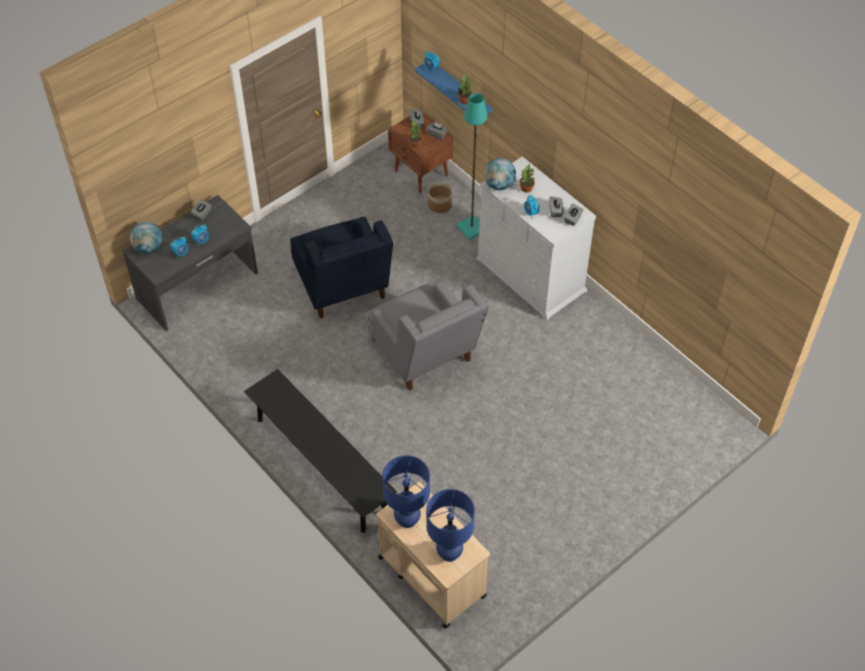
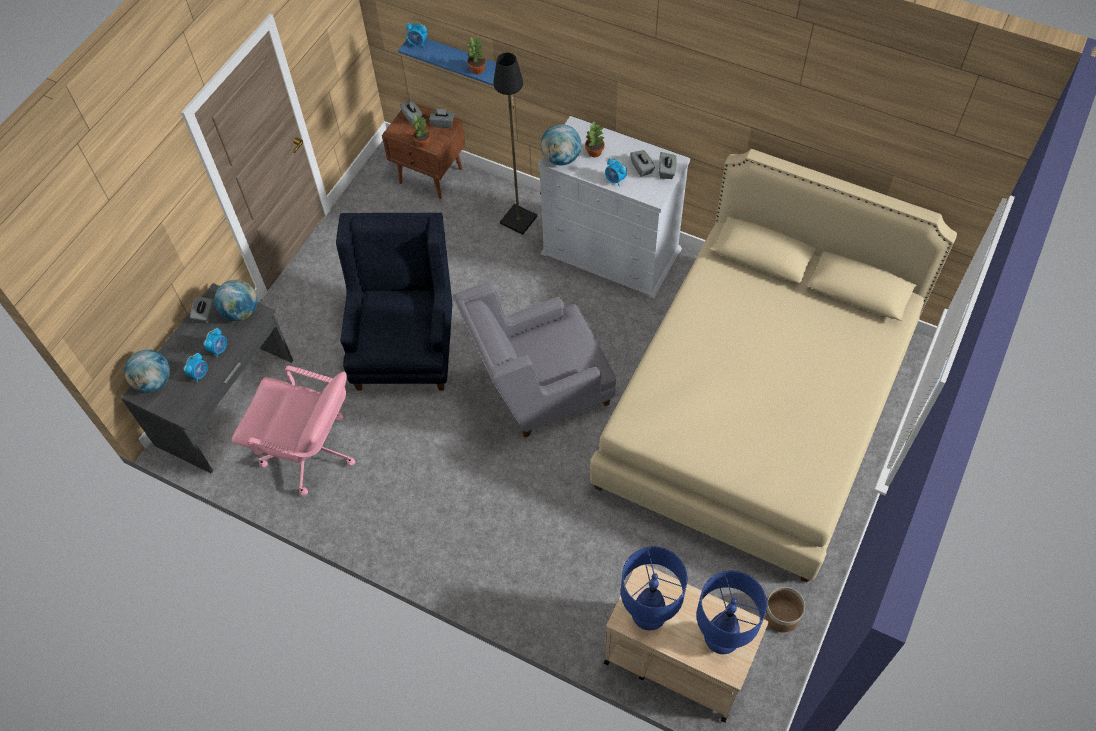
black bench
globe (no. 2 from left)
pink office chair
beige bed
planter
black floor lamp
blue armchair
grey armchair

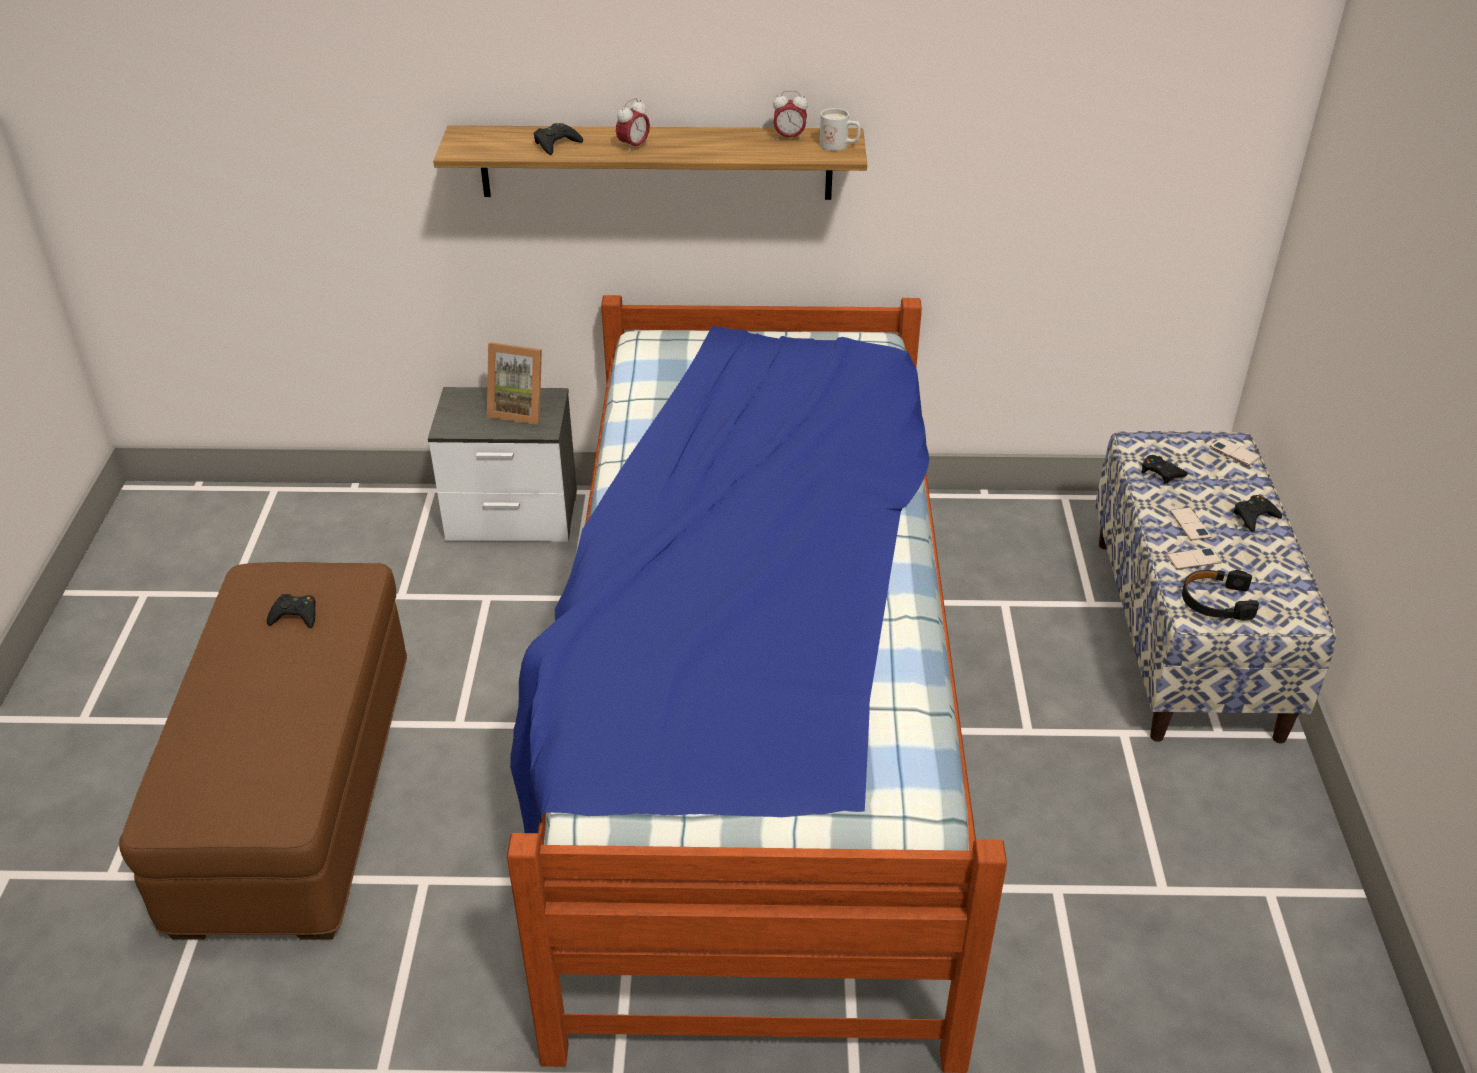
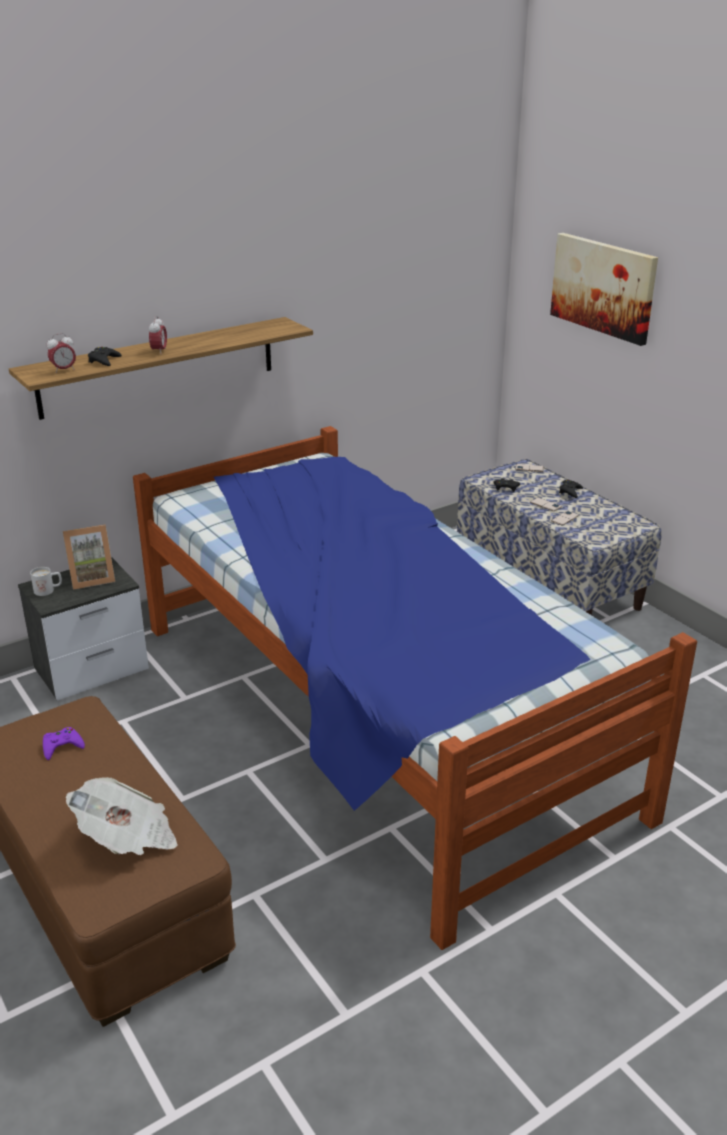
black headphones
newspaper
picture
alarm clock (no. 1 from left)
white mug
purple game controller

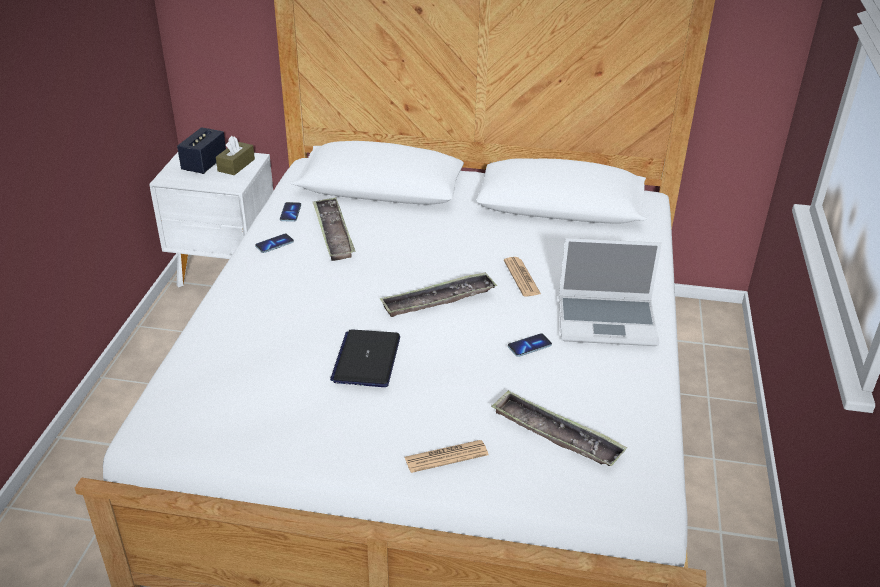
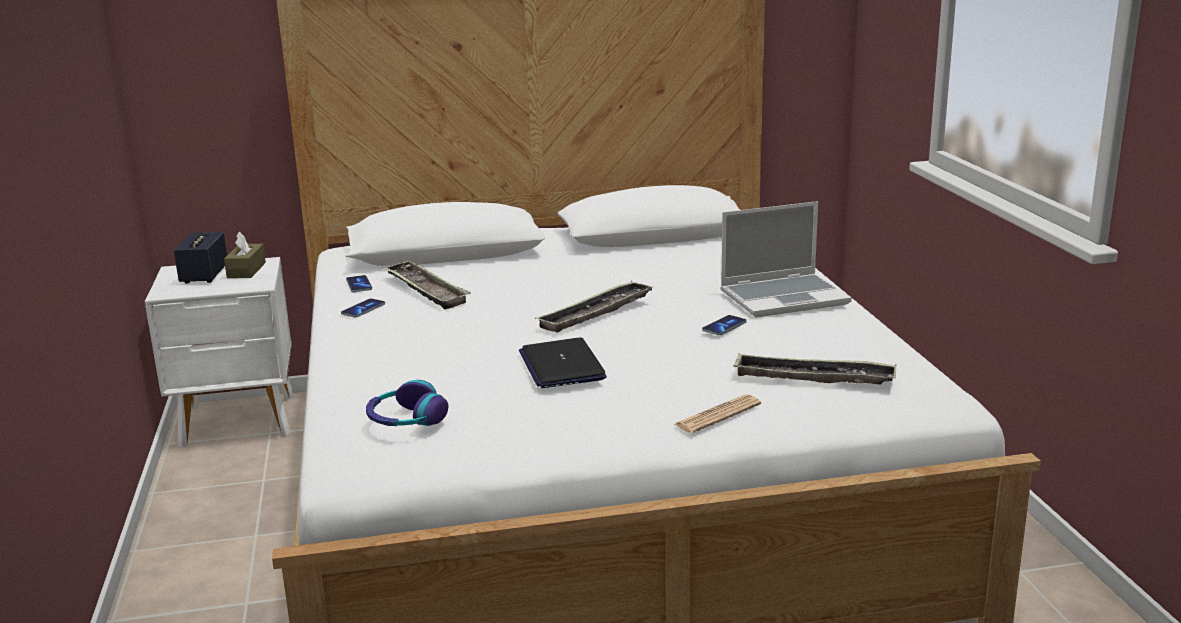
newspaper (no. 2 from left in the first image)
headphones

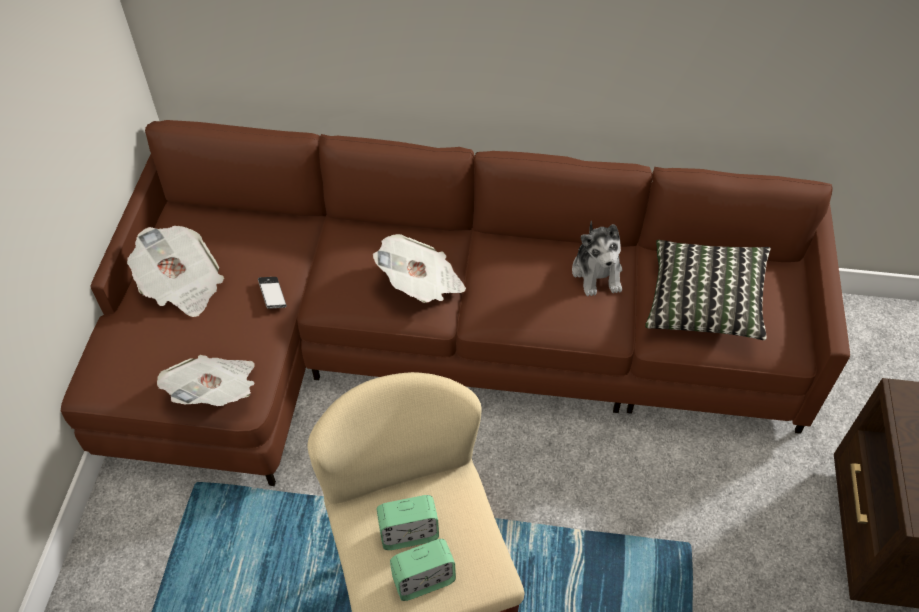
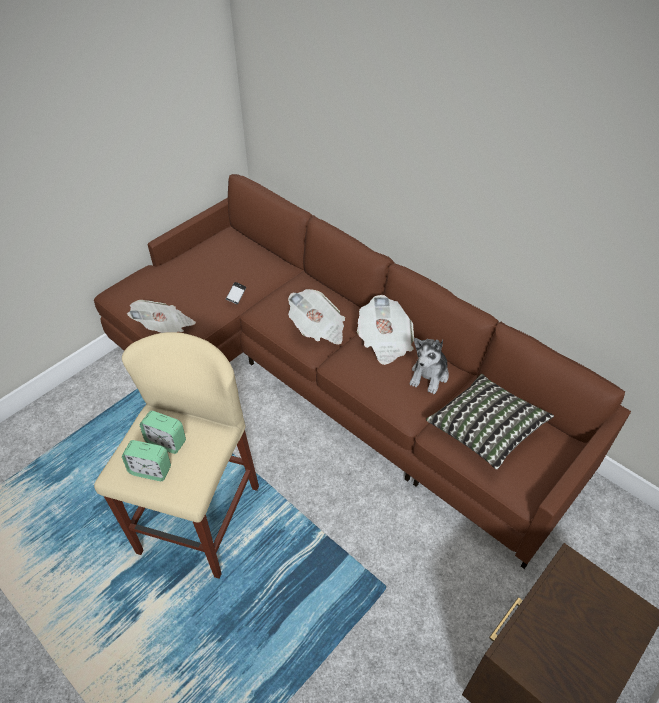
newspaper (no. 3 from left)

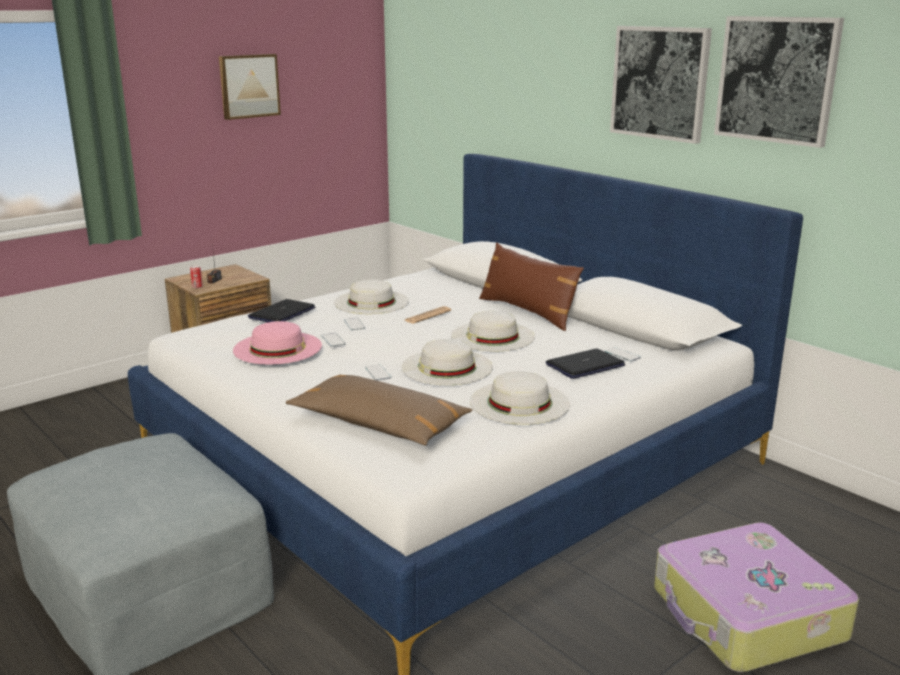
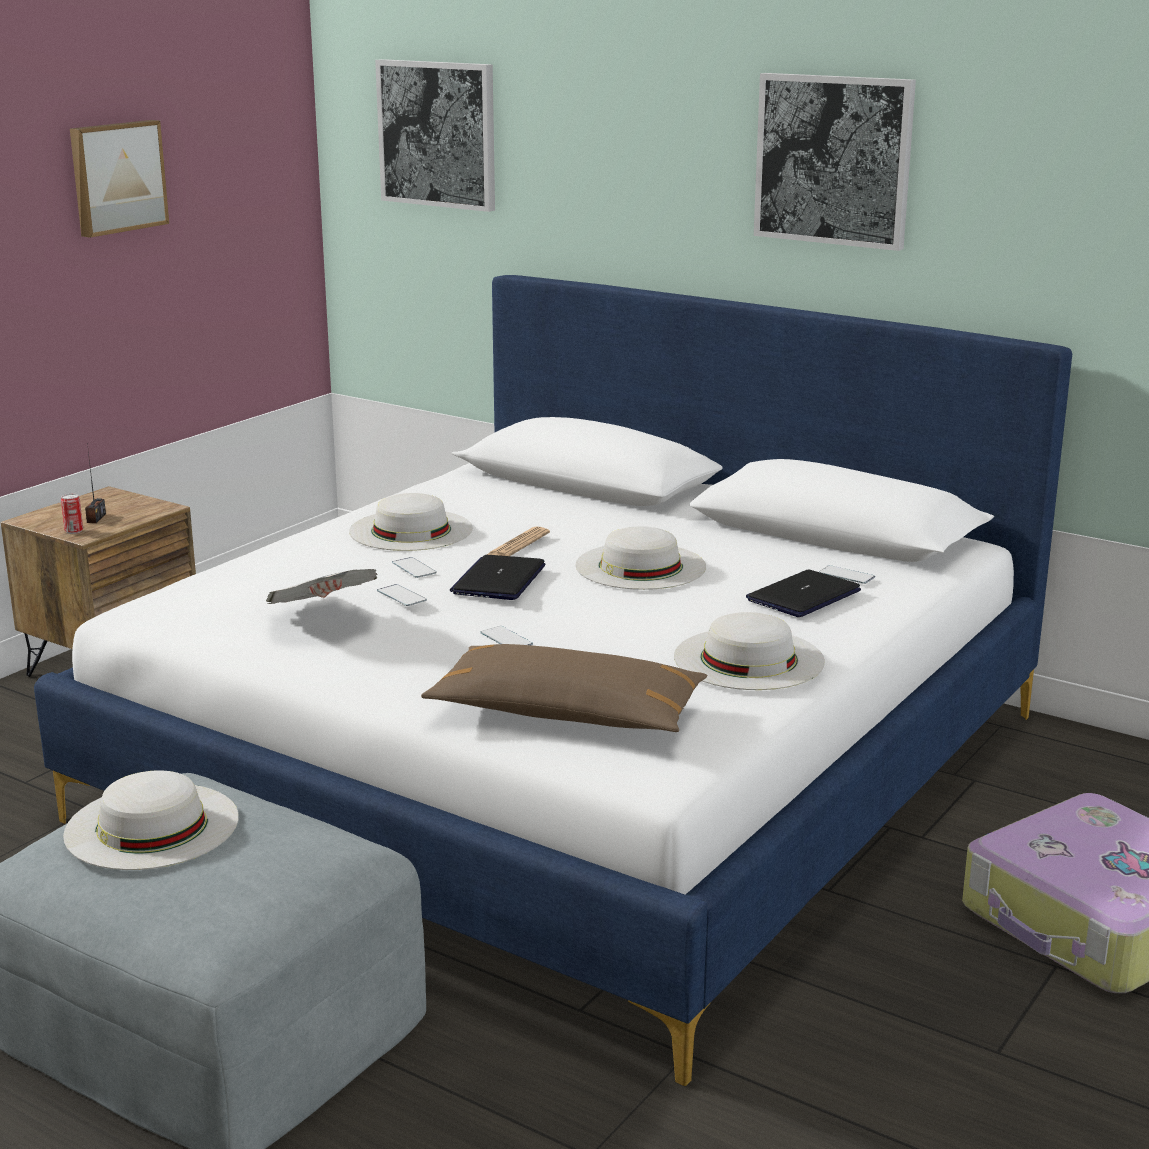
brown pillow (no. 2 from left in the first image)
laptop (no. 1 from left)
white hat (no. 1 from left)
picture (no. 2 from left)
newspaper (no. 1 from left)

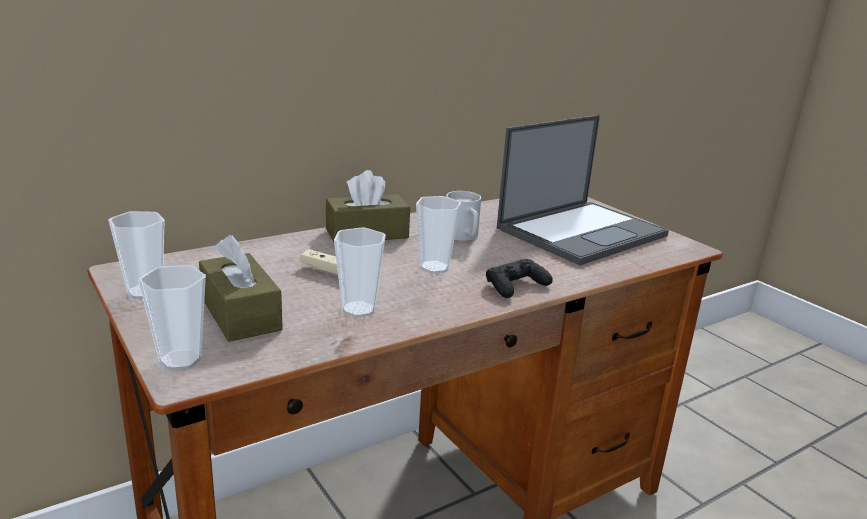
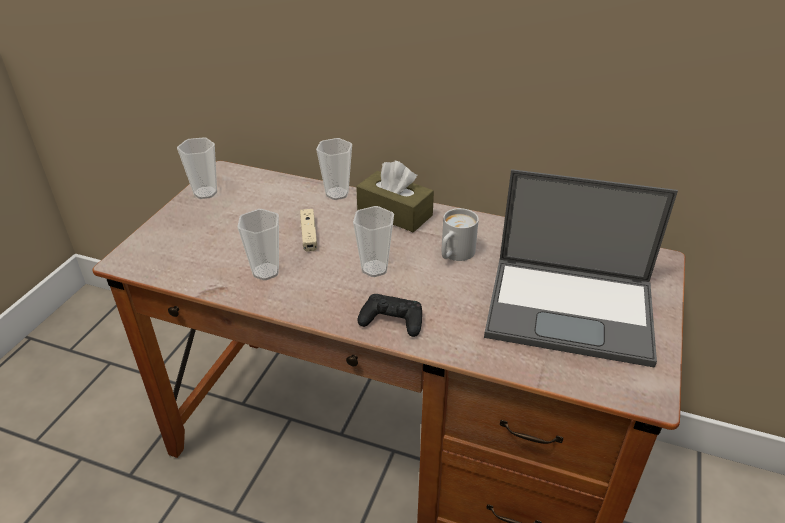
brown tissue box (no. 1 from left in the first image)
cup (no. 3 from left)

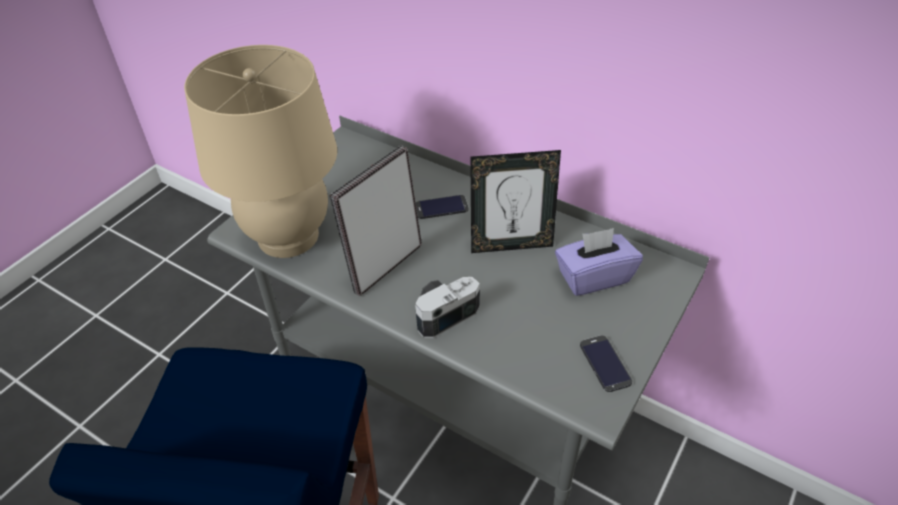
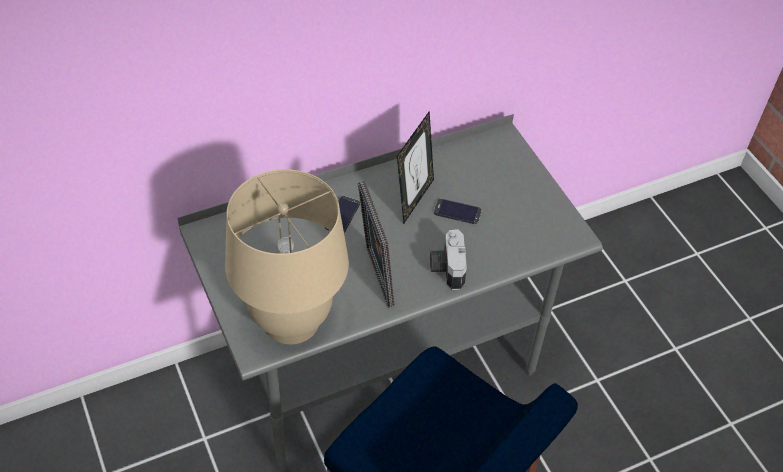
purple tissue box
phone (no. 2 from left)

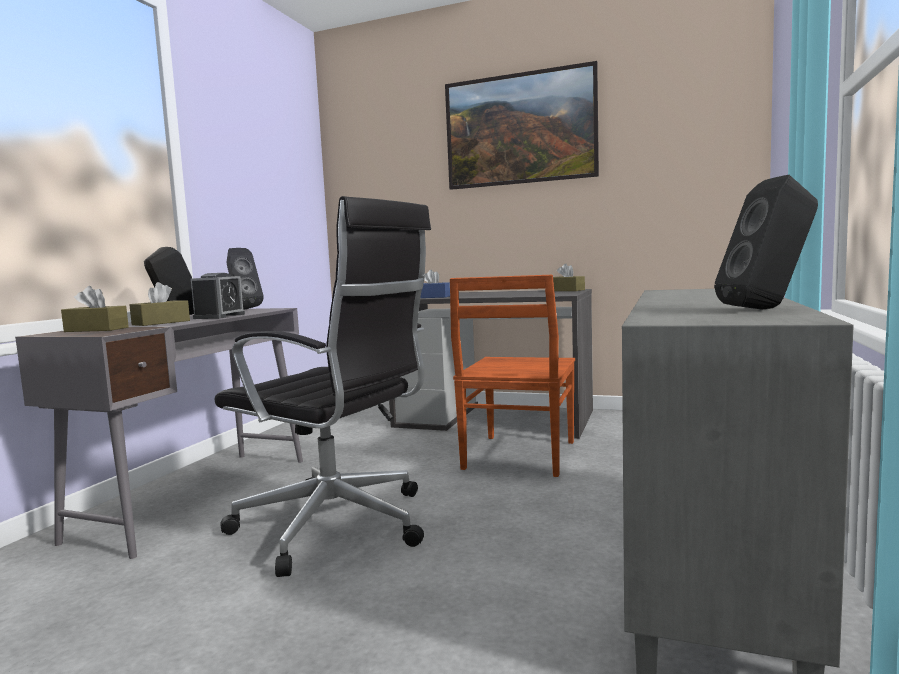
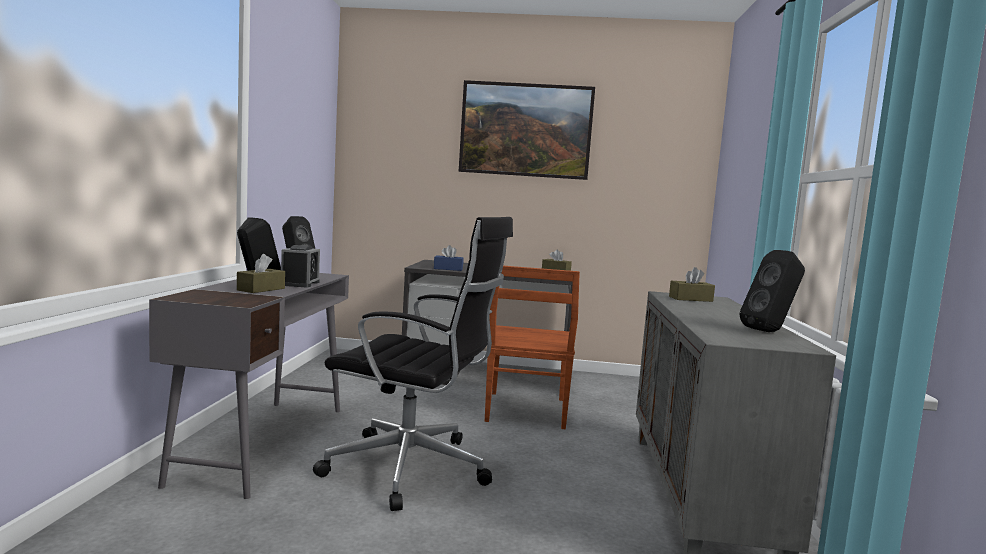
brown tissue box (no. 3 from left)

